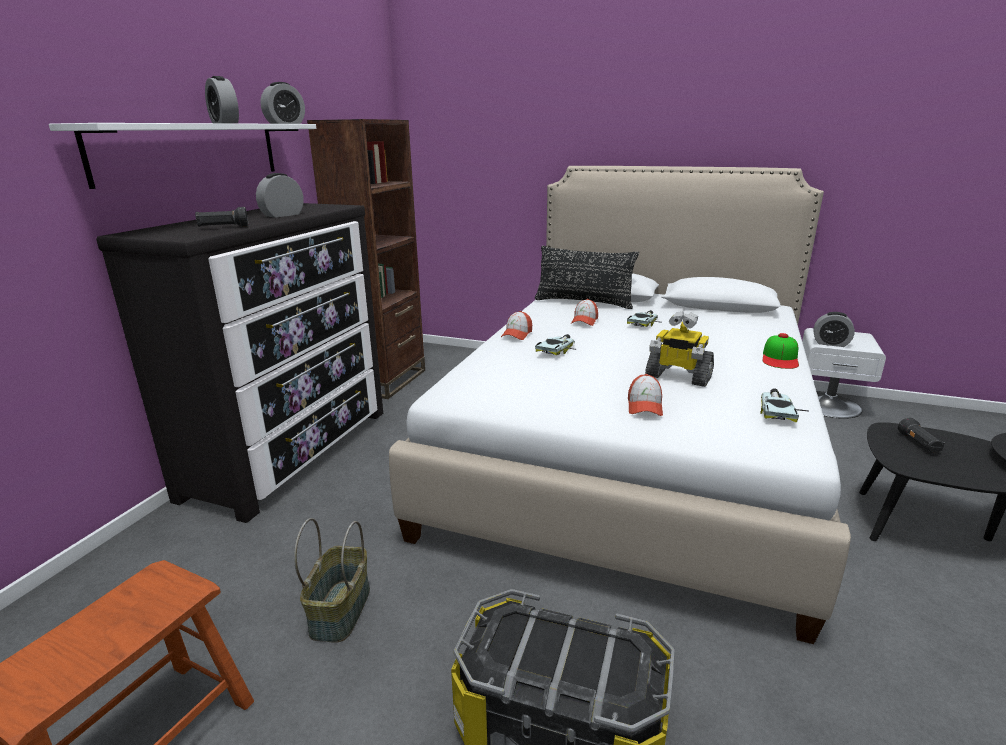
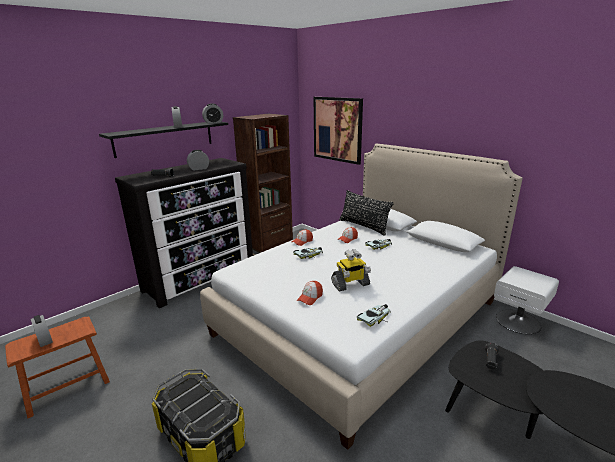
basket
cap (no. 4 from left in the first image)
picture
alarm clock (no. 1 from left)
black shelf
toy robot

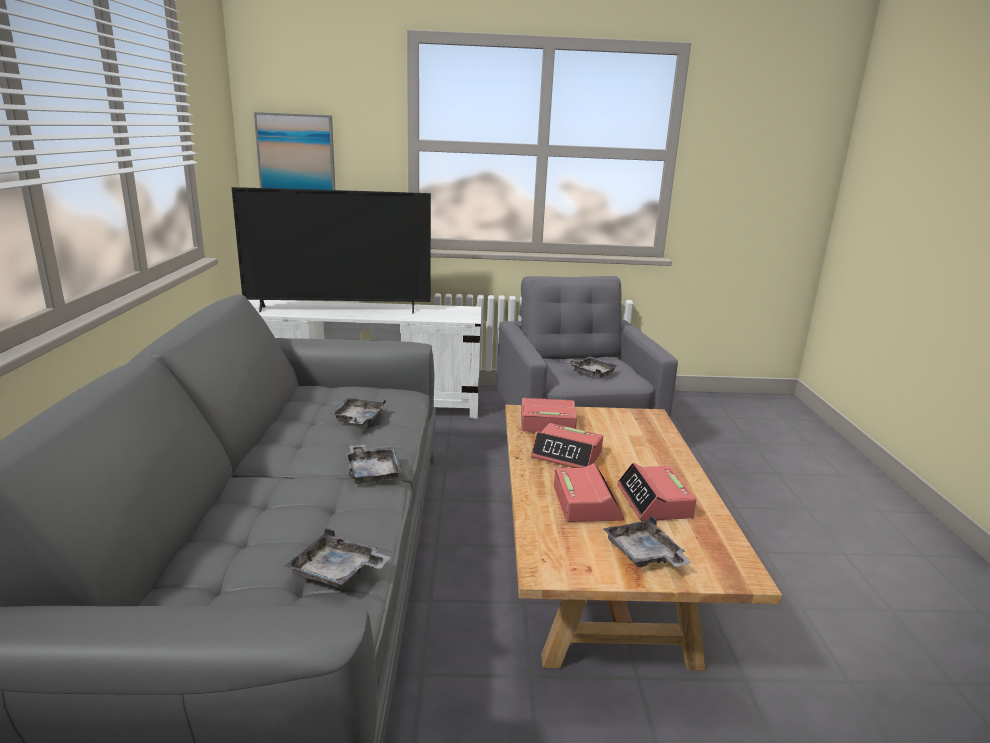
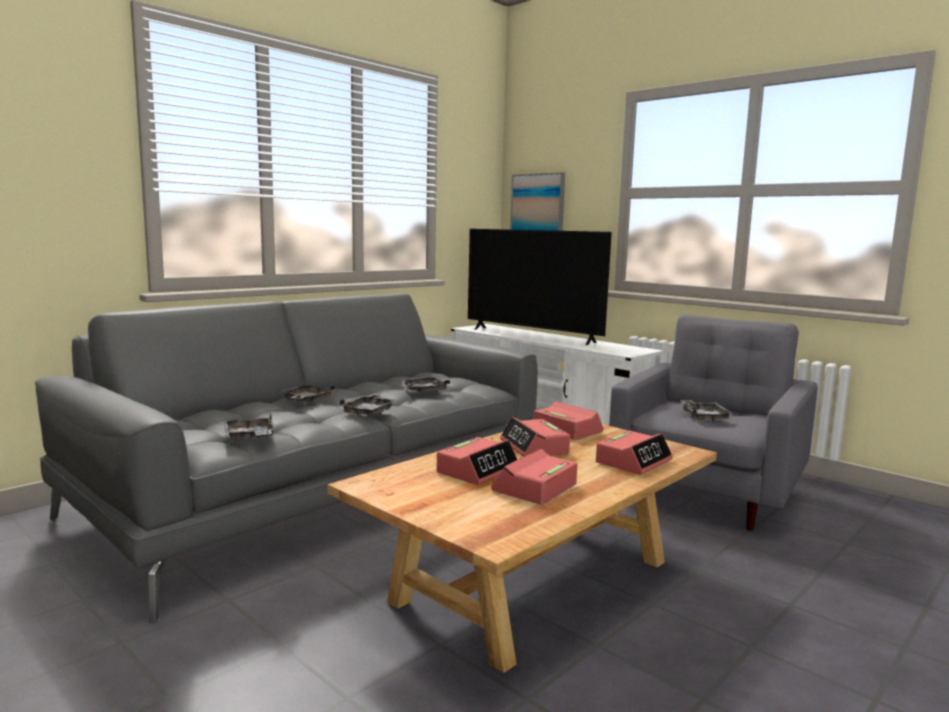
alarm clock (no. 5 from left)
grey tray (no. 2 from left)

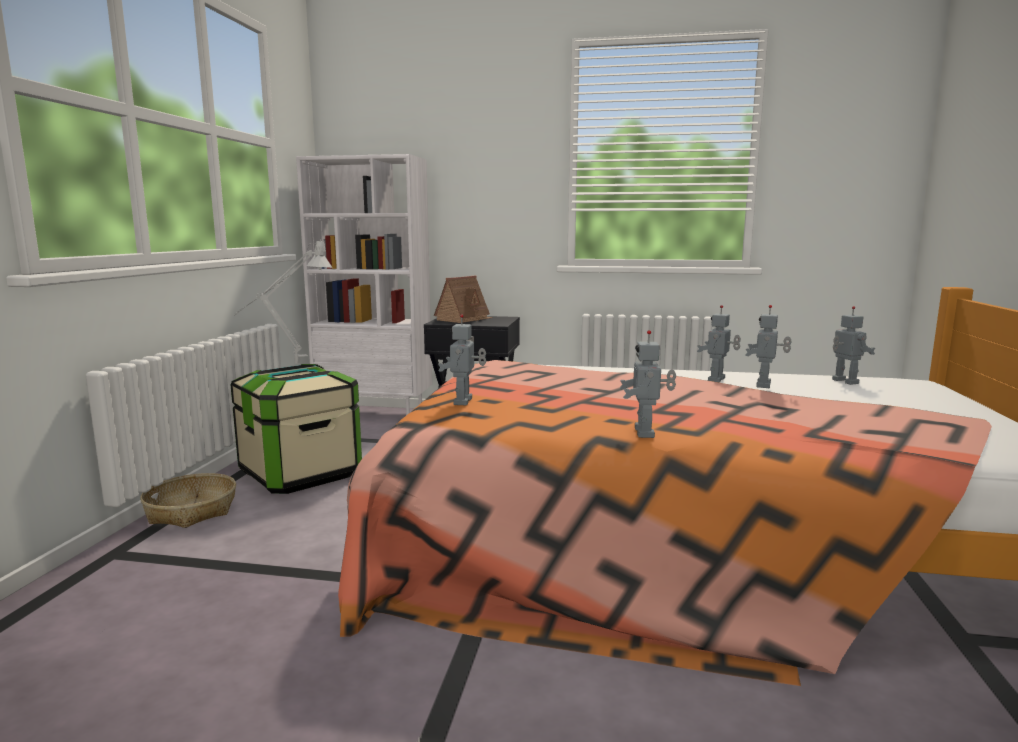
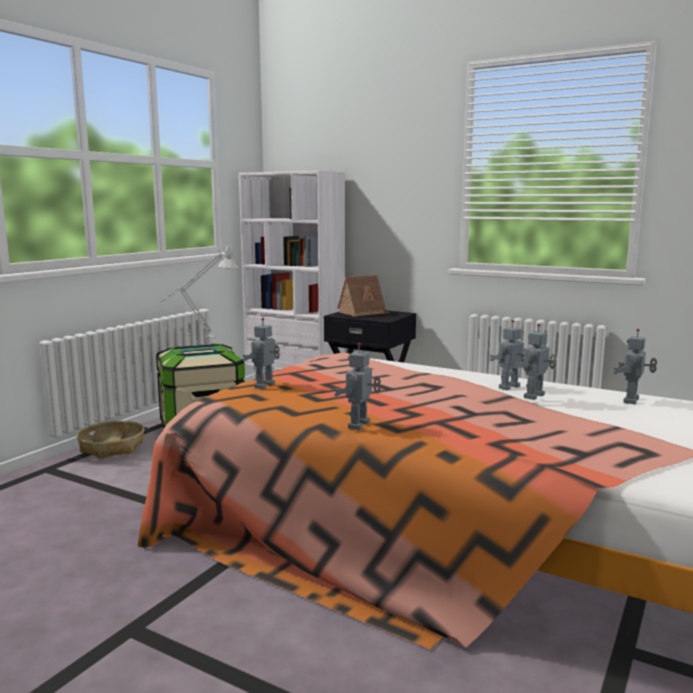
toy robot (no. 5 from left)

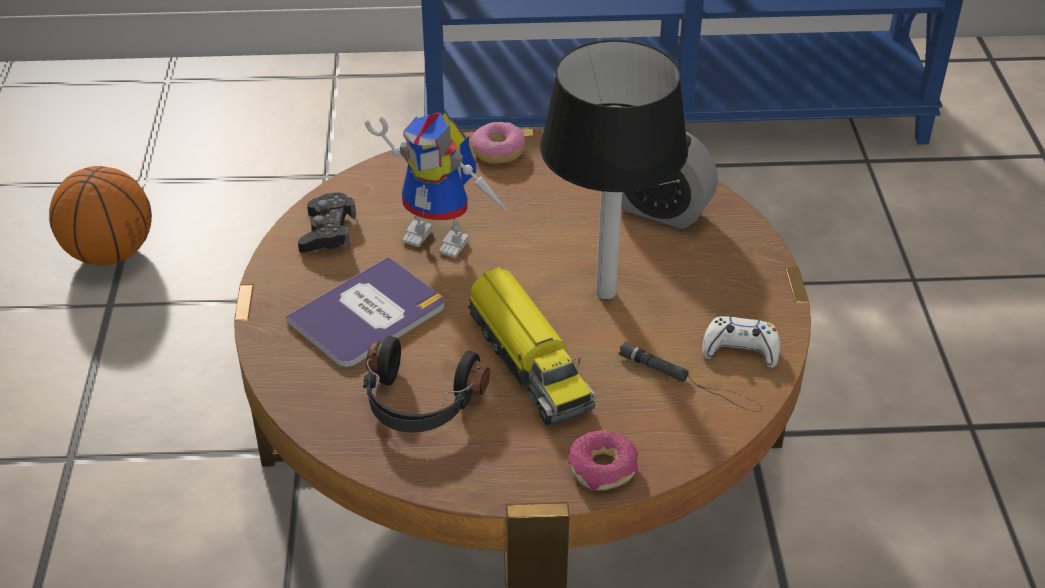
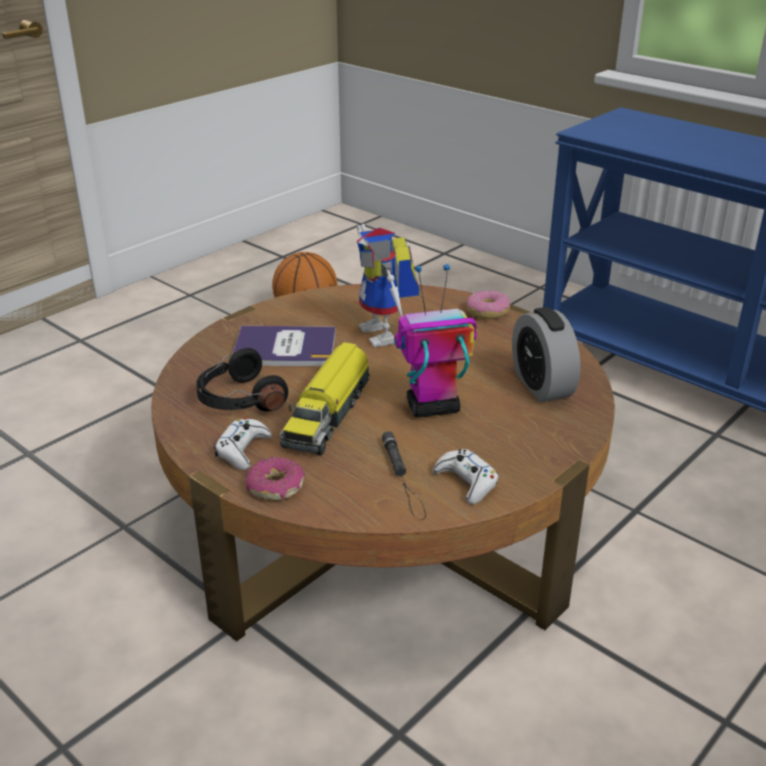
black game controller
white game controller (no. 1 from left)
toy robot (no. 2 from left)

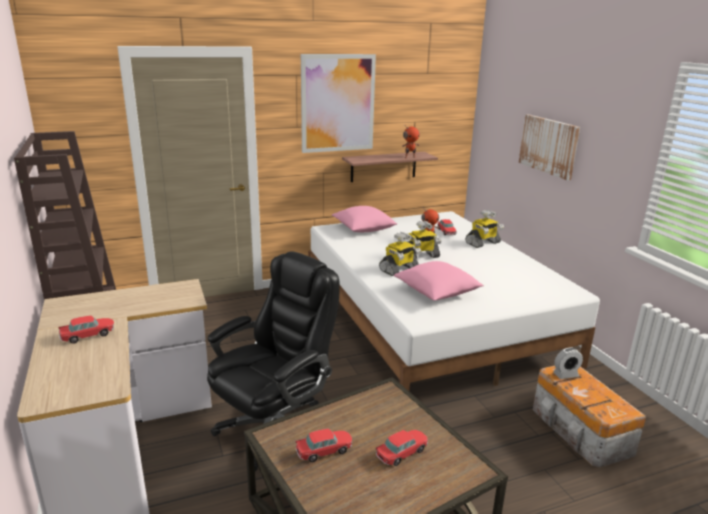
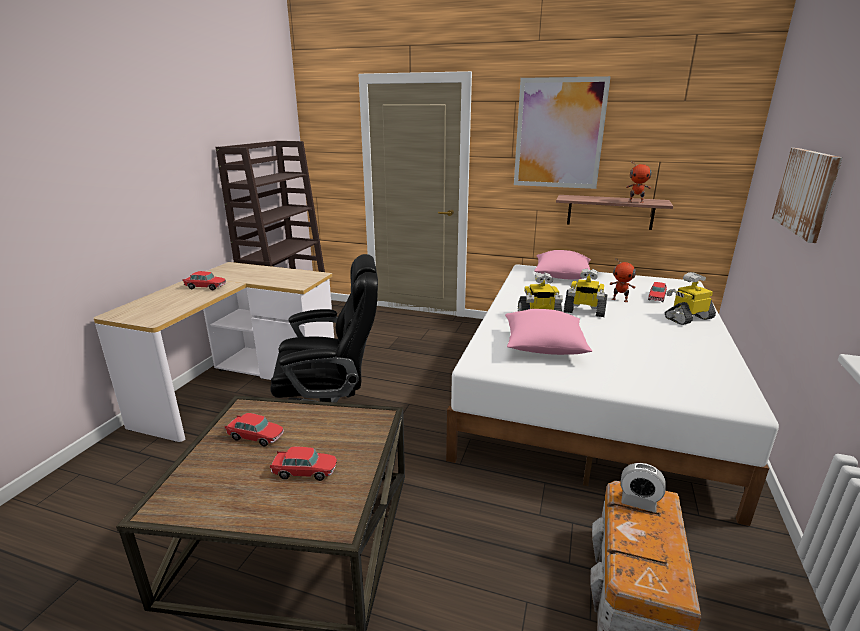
toy robot (no. 5 from left)

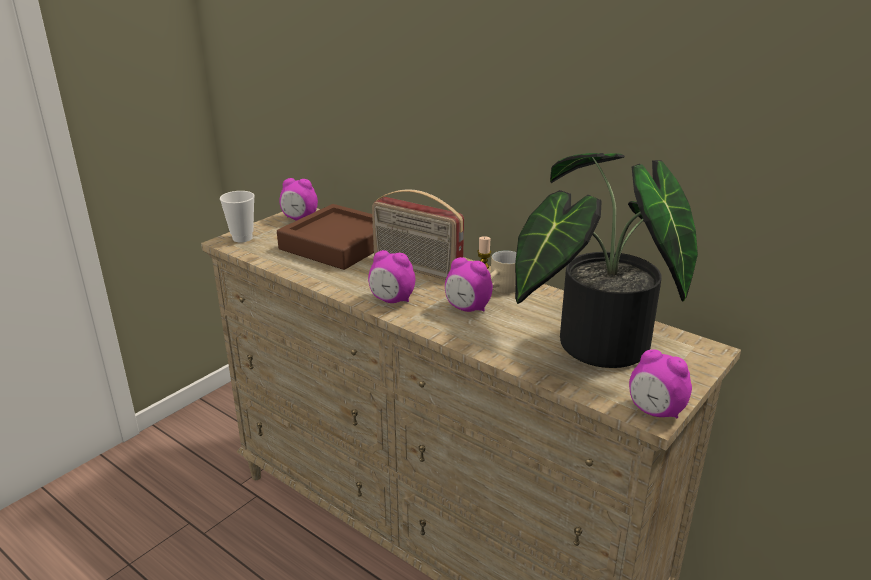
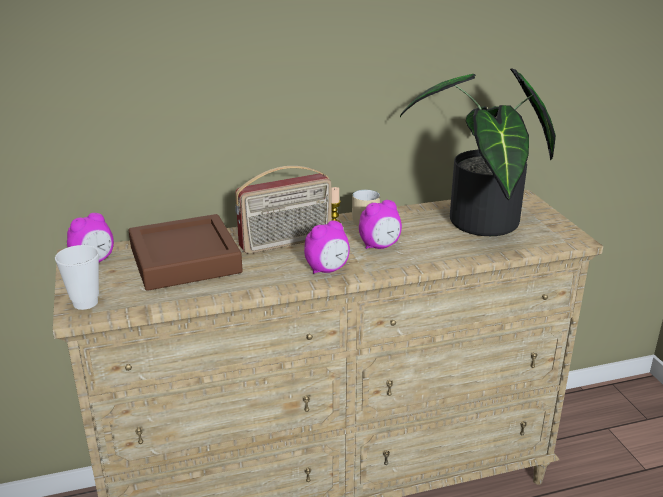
alarm clock (no. 4 from left in the first image)

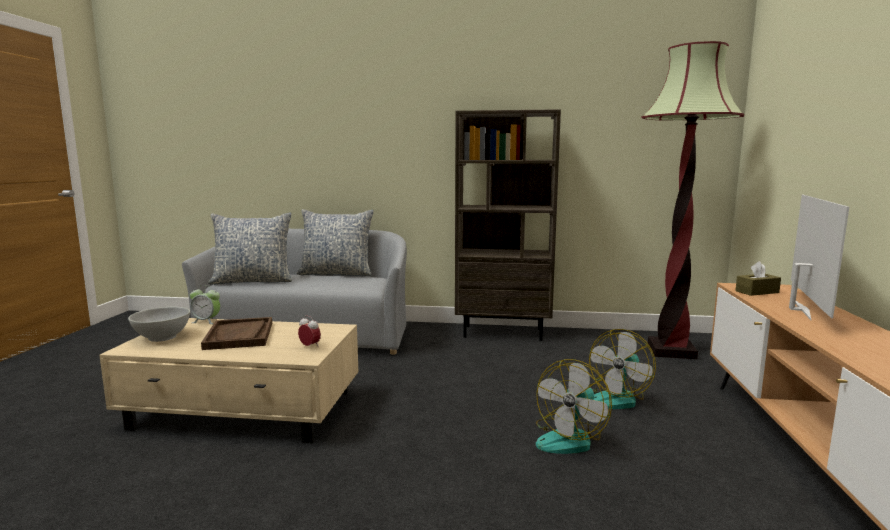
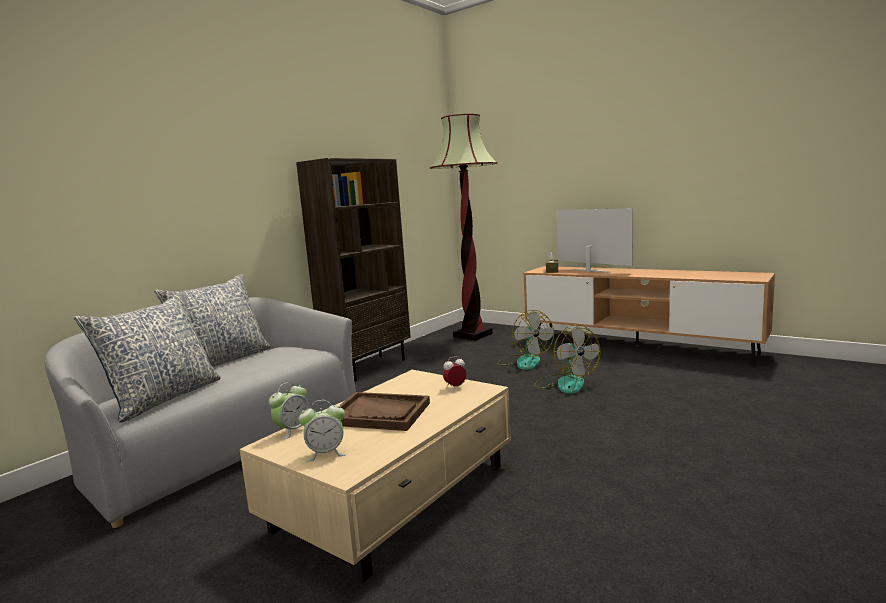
alarm clock (no. 2 from left)

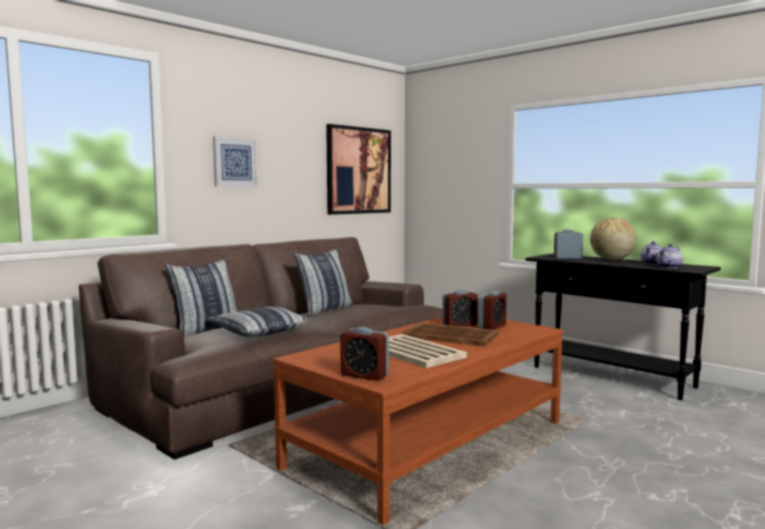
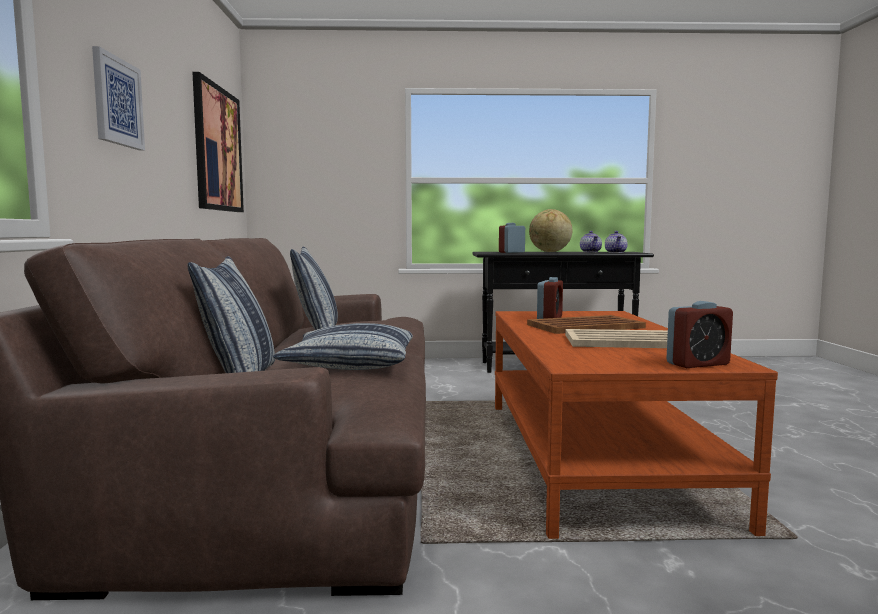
alarm clock (no. 3 from left in the first image)

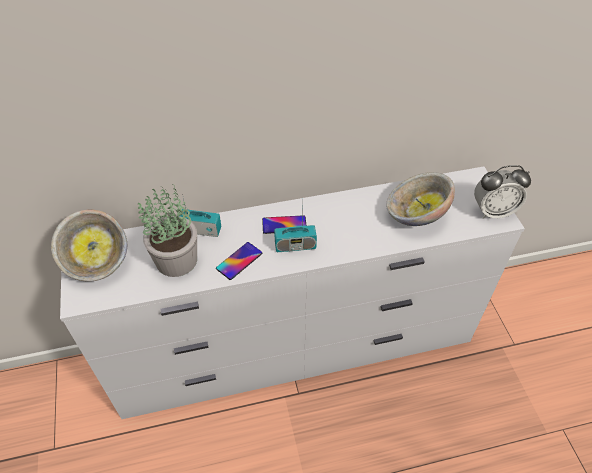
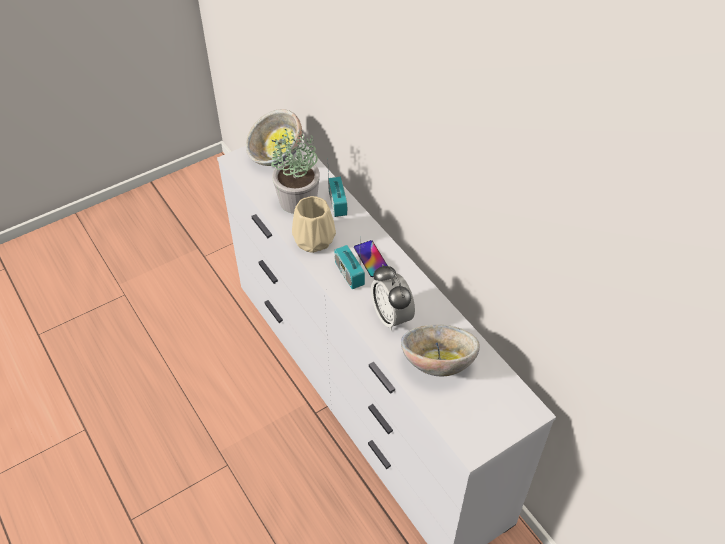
alarm clock
beige vase

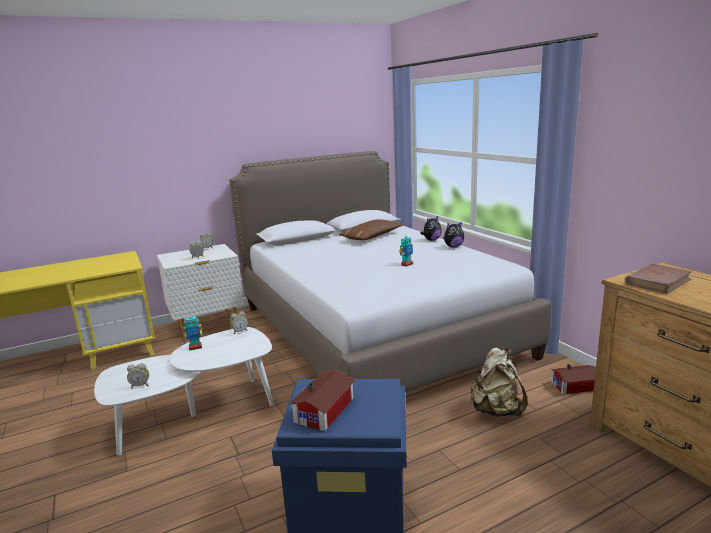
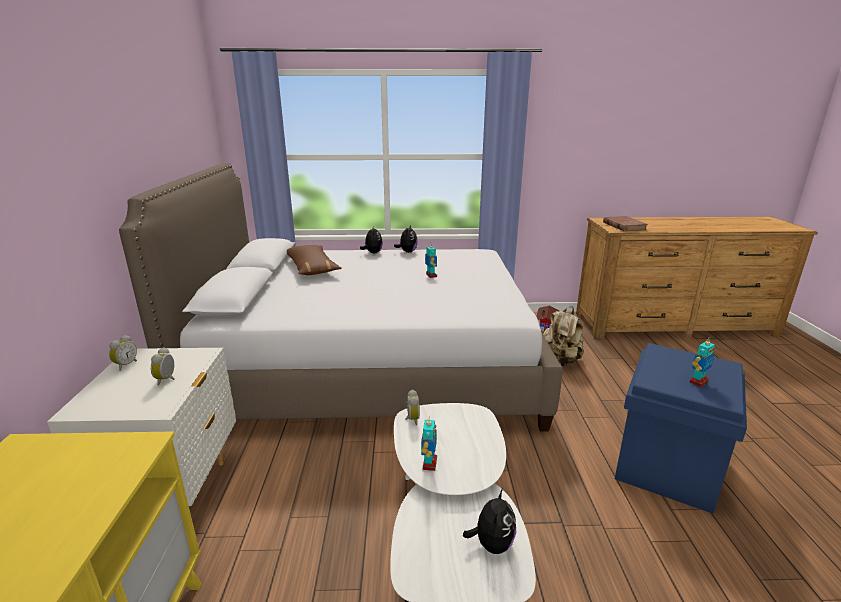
plush toy (no. 3 from left)
toy robot (no. 3 from left)

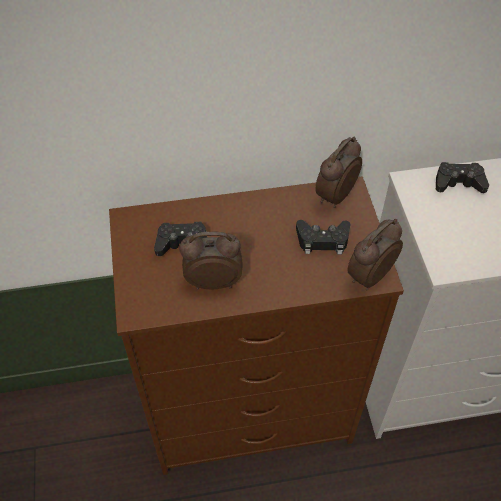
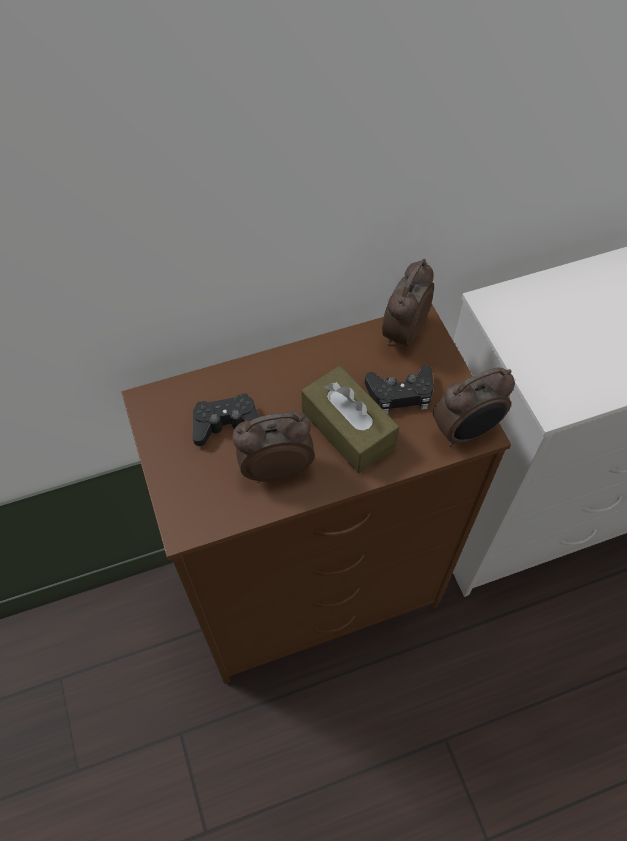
black game controller (no. 3 from left in the first image)
brown tissue box
alarm clock (no. 3 from left)

